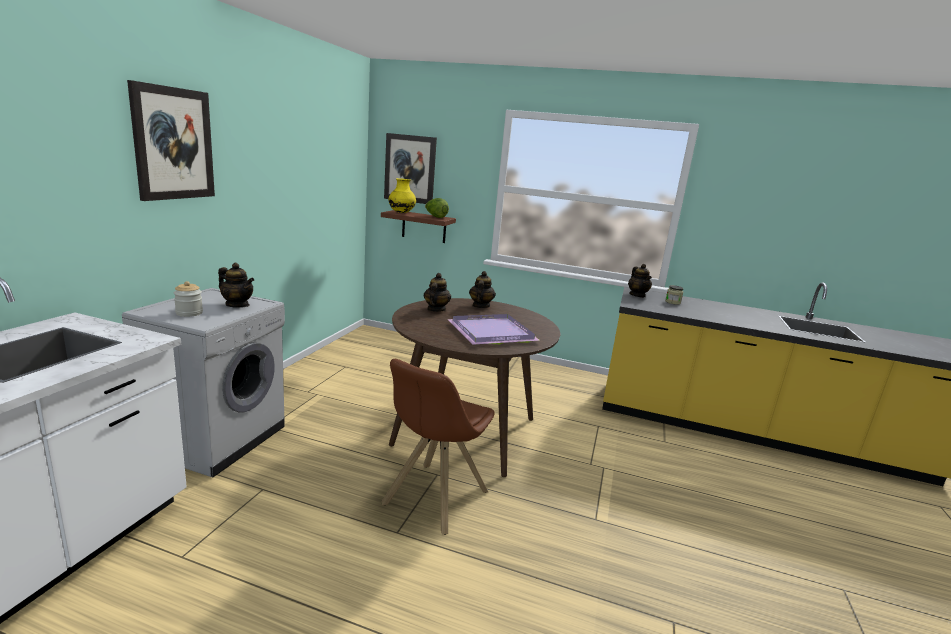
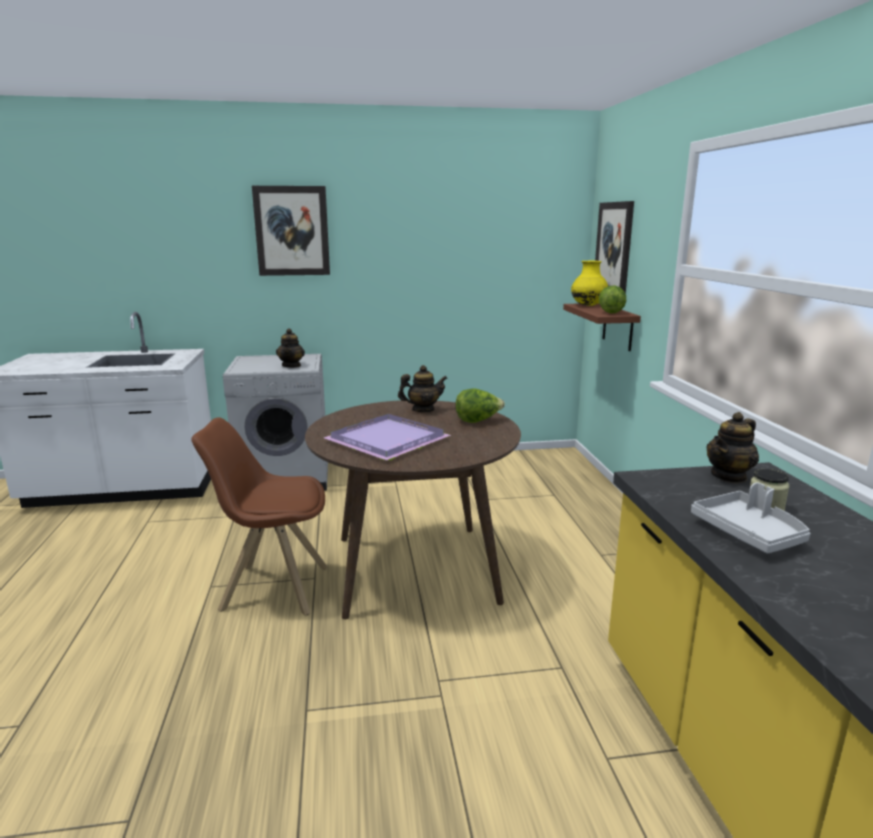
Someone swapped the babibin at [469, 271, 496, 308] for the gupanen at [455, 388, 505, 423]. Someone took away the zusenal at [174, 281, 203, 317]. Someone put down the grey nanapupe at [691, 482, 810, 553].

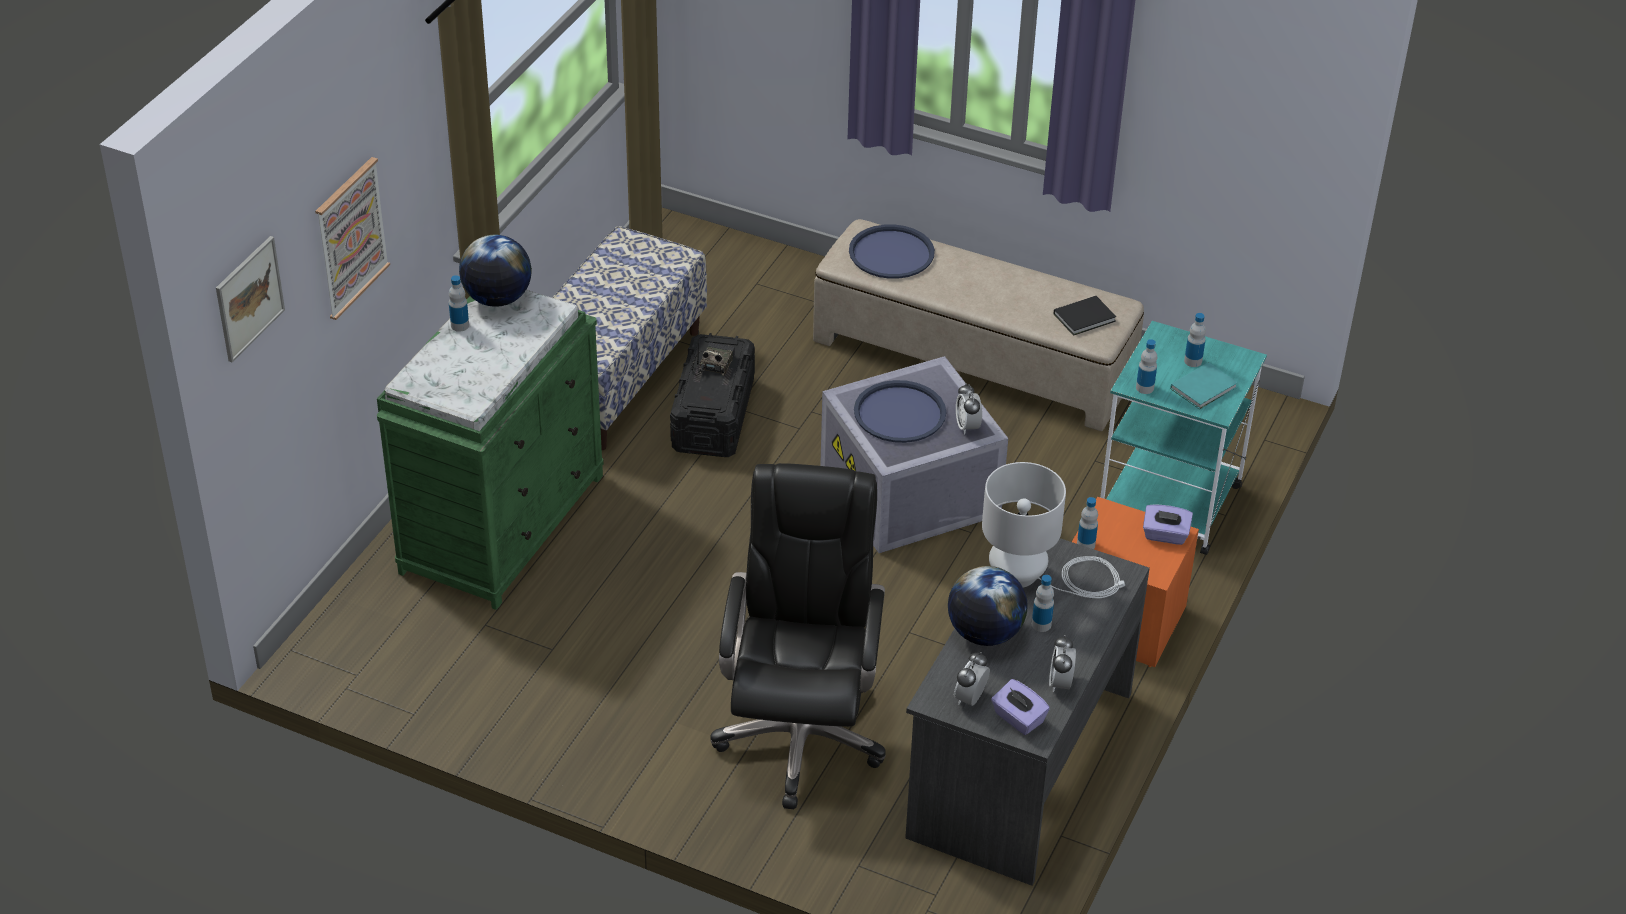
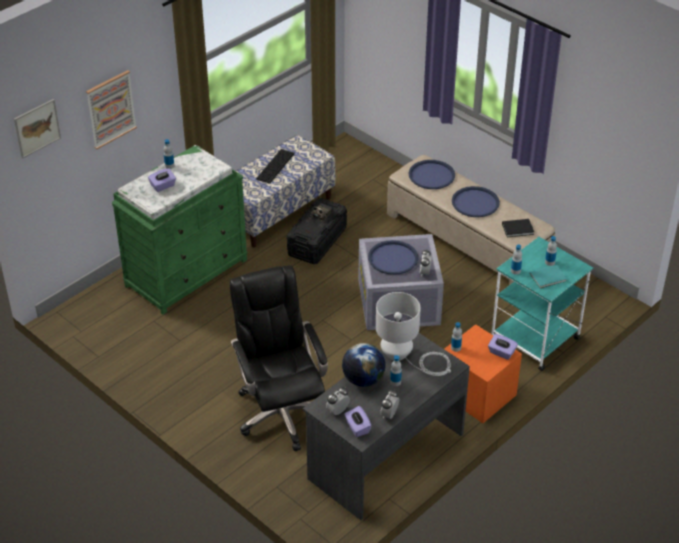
Someone took away the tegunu at [459, 235, 532, 307]. Someone rotated the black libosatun at [710, 463, 886, 809] by 45 degrees counterclockwise. Someone put down the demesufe at [256, 149, 295, 184]. Someone put down the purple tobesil at [148, 168, 176, 192]. Someone put down the blue nanapupe at [452, 186, 500, 217].

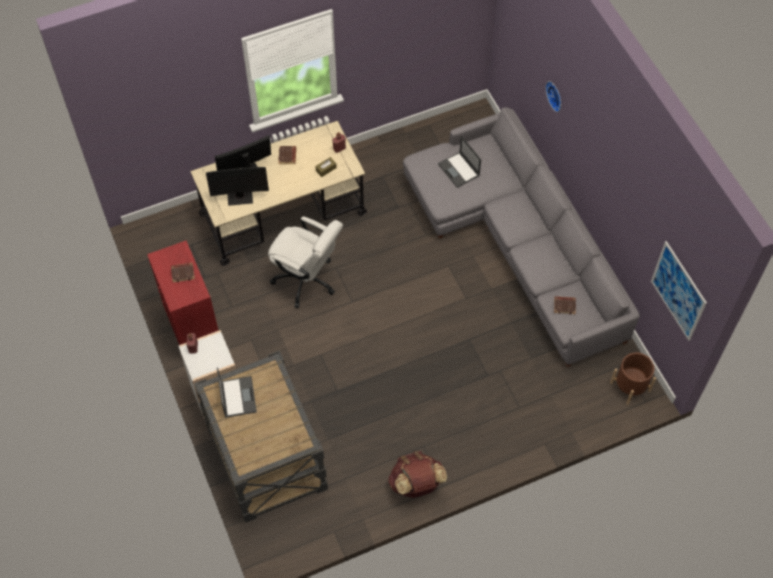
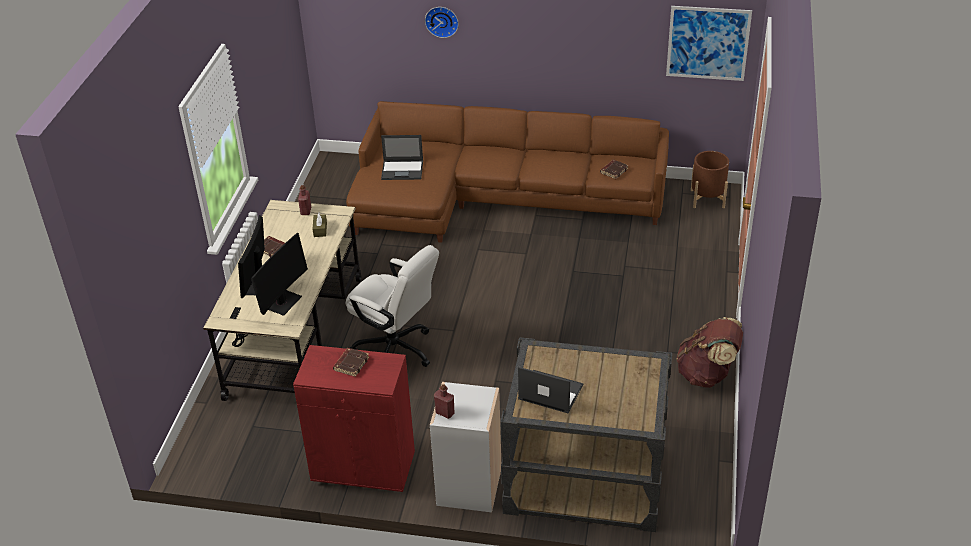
Someone repainted the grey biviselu at [403, 107, 640, 367], which became the brown biviselu at [346, 101, 669, 243]. Someone rotated the white libosatun at [268, 217, 343, 308] by 60 degrees clockwise.

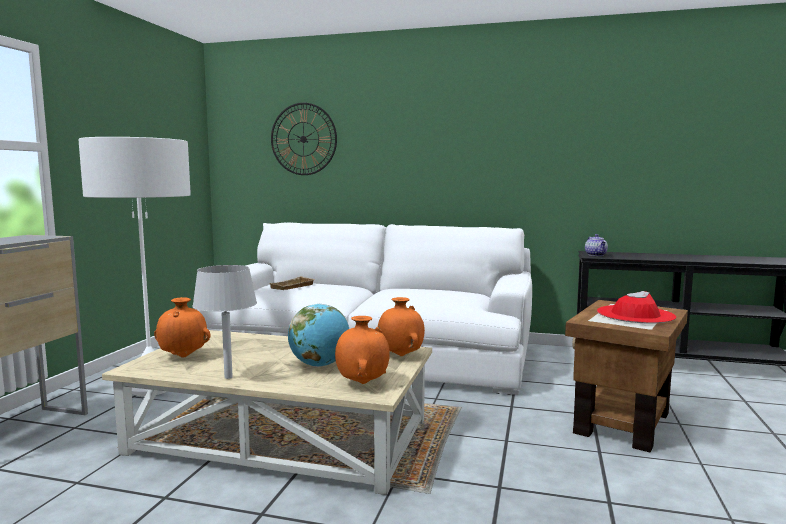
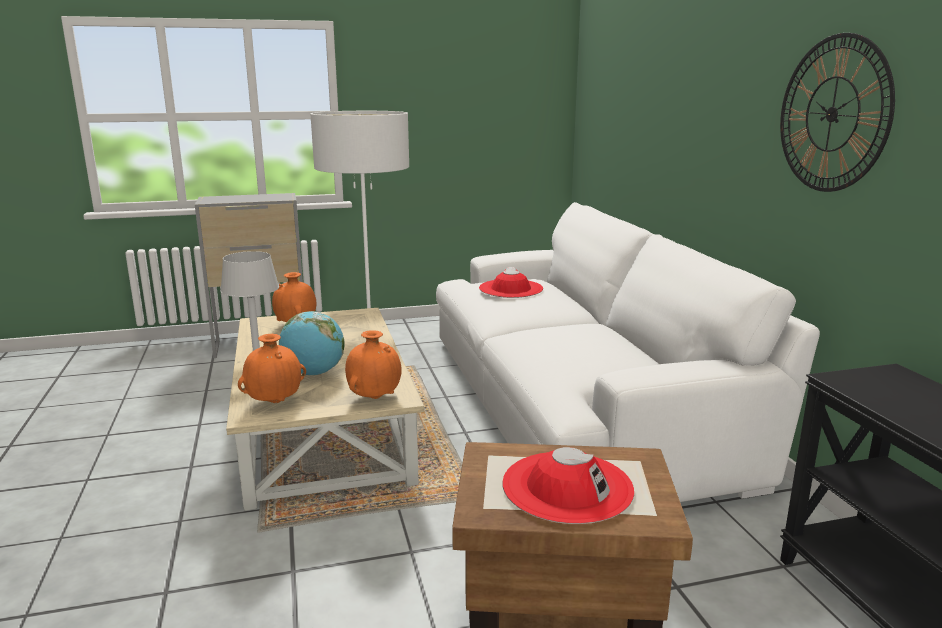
Someone carried the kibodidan from [271, 103, 337, 175] to [780, 33, 895, 192]. Someone took away the babibin at [585, 234, 608, 256]. Someone swapped the beige nanapupe at [270, 276, 315, 290] for the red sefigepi at [479, 267, 543, 298].

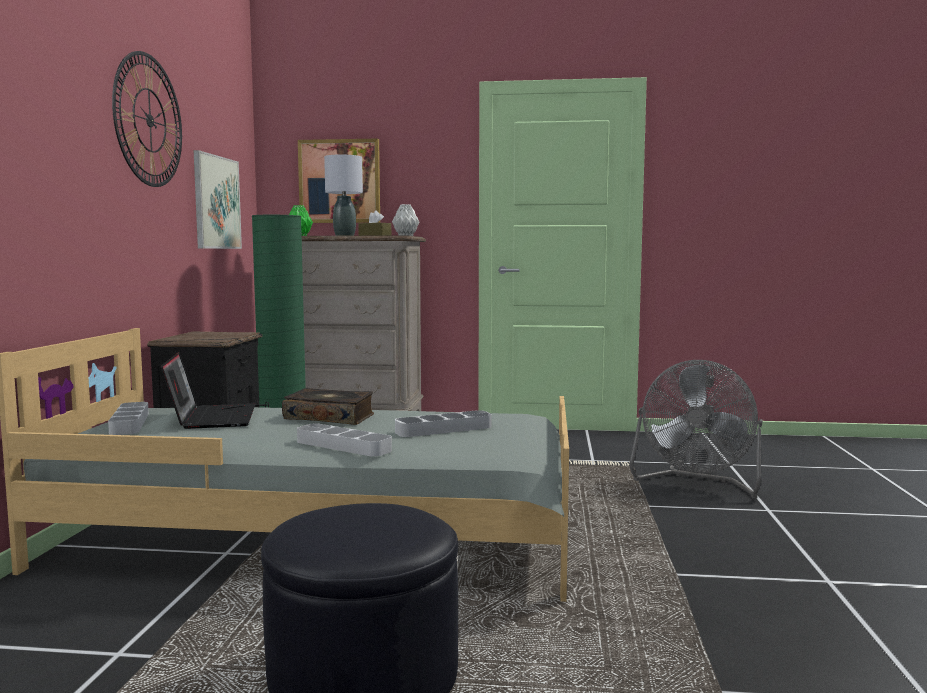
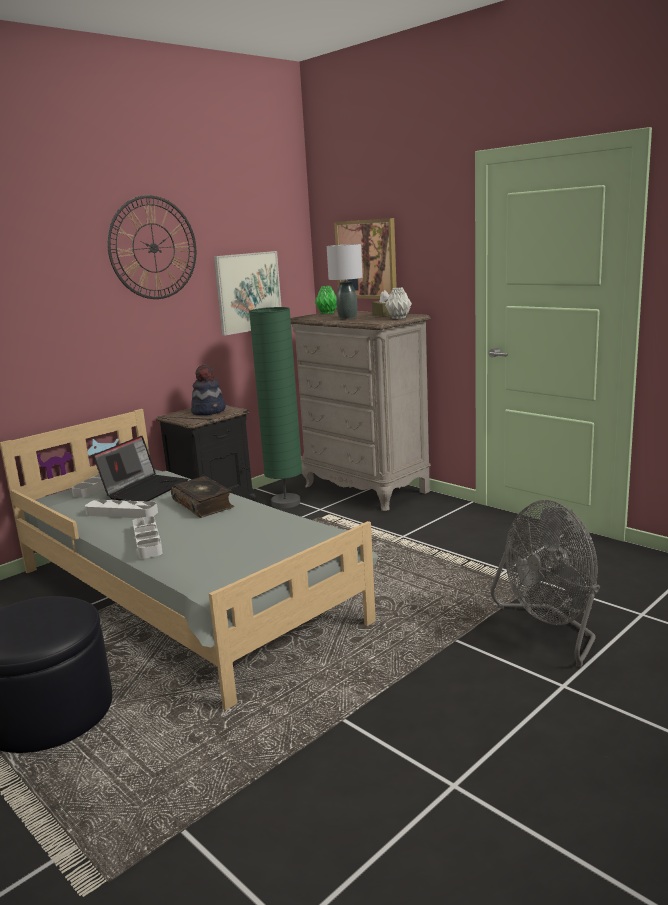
Someone carried the grey nanapupe from [395, 410, 491, 437] to [85, 500, 158, 518]. Someone put down the sefigepi at [191, 365, 226, 415].

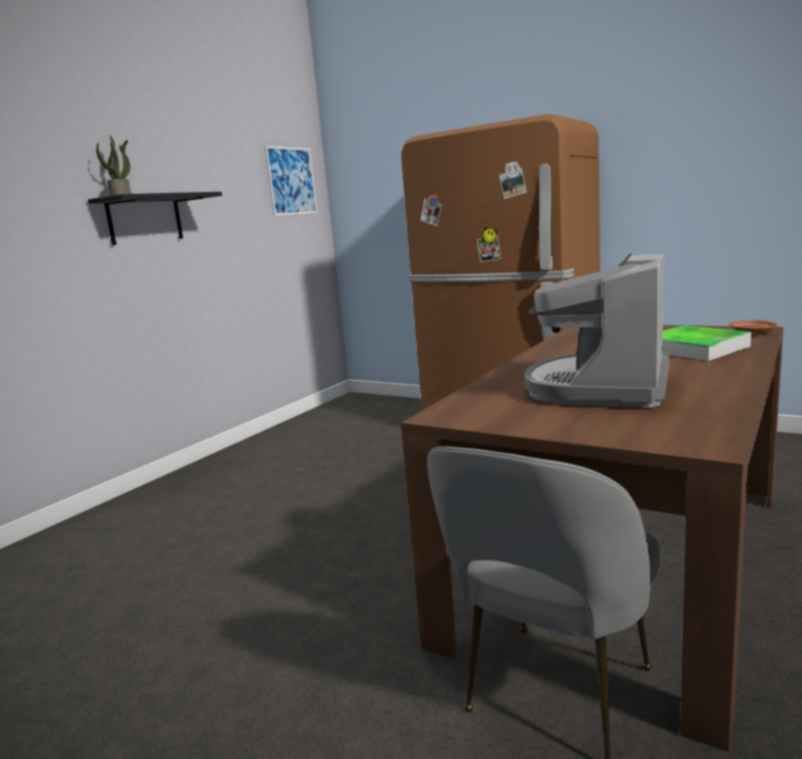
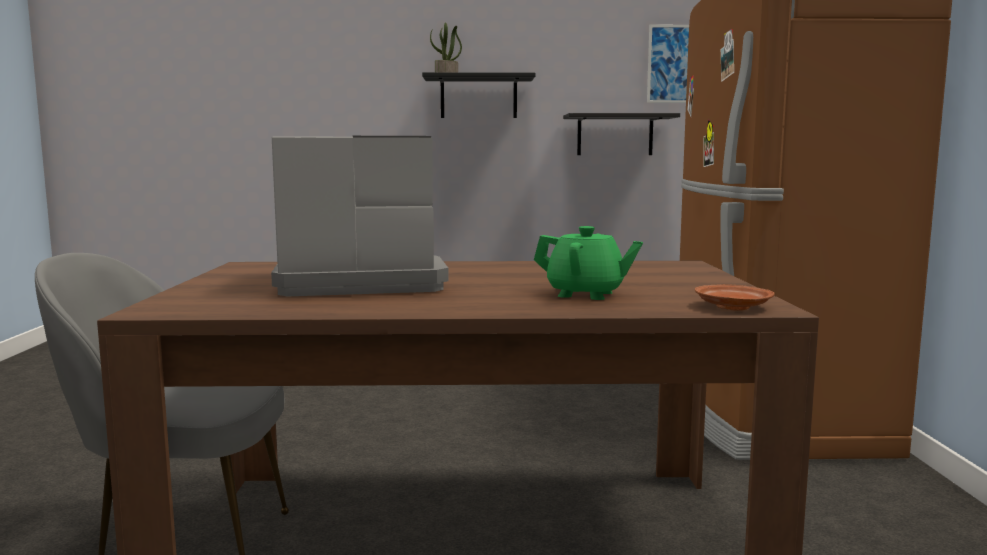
Someone swapped the nanapupe at [662, 325, 751, 361] for the green babibin at [534, 226, 643, 300]. Someone put up the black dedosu at [563, 113, 680, 155].

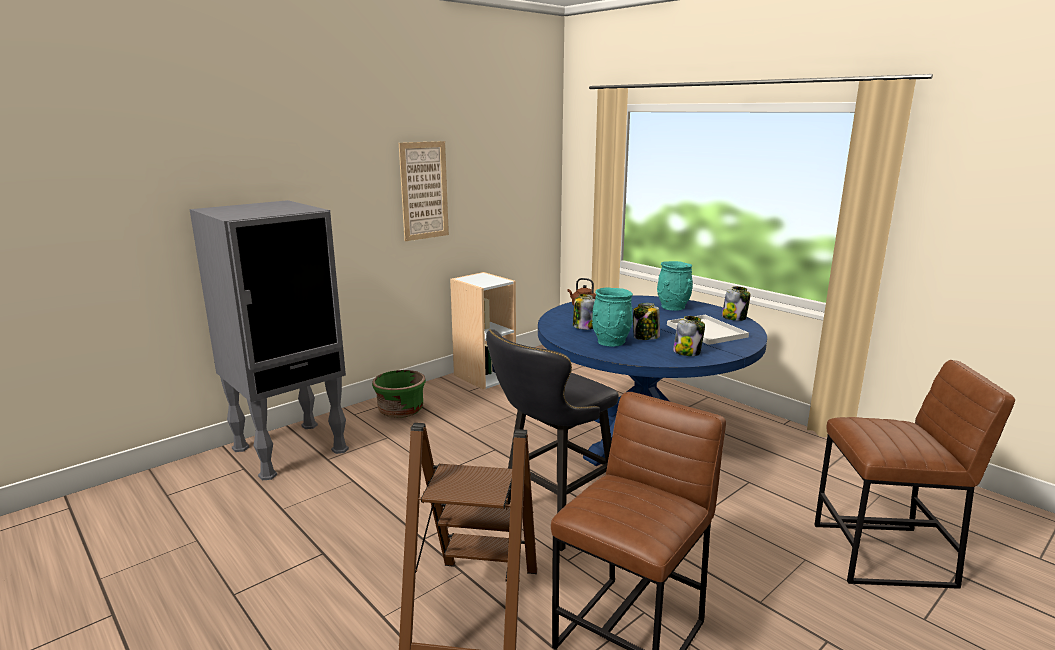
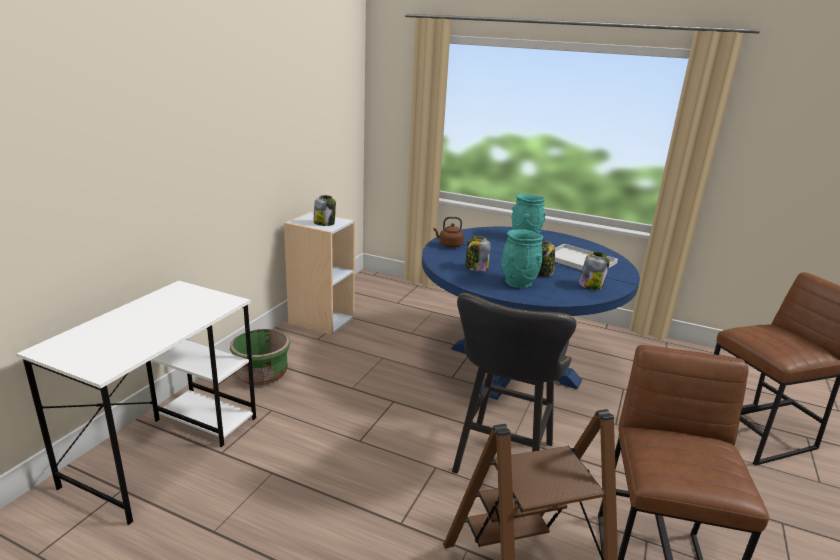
Someone took away the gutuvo at [399, 141, 449, 241]. Someone swapped the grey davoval at [190, 200, 349, 481] for the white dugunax at [16, 281, 256, 525]. Someone carried the zusenal from [722, 286, 751, 321] to [313, 195, 336, 226].

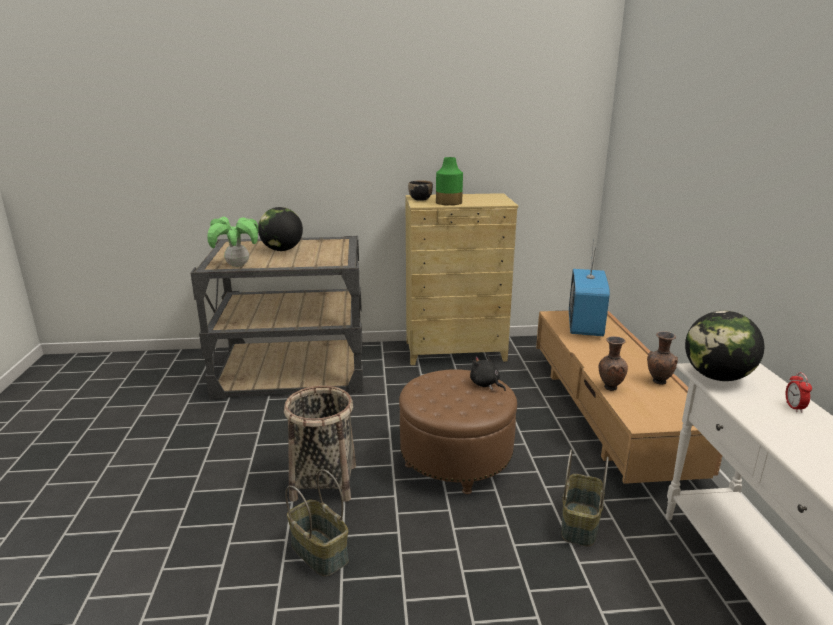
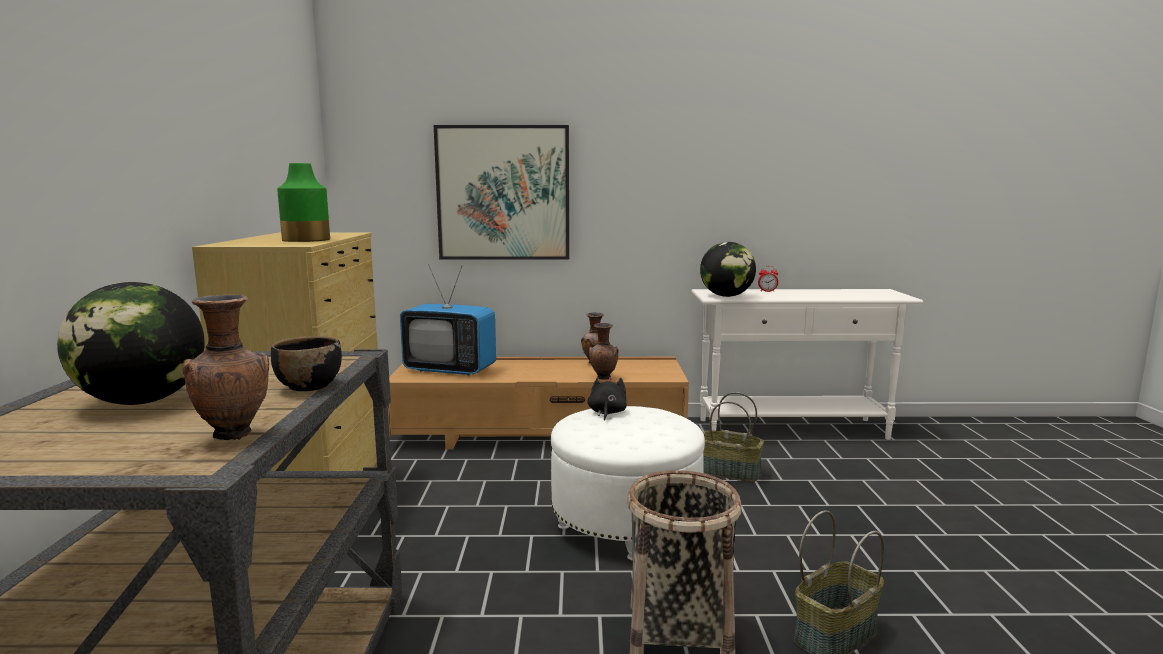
Someone carried the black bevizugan from [408, 181, 433, 201] to [271, 336, 342, 391]. Someone swapped the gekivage at [207, 217, 259, 267] for the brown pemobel at [183, 295, 269, 440]. Someone rotated the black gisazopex at [470, 354, 506, 391] by 135 degrees clockwise. Someone repainted the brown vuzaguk at [399, 369, 517, 494], which became the white vuzaguk at [551, 406, 705, 560]. Someone put up the gutuvo at [434, 125, 569, 259].

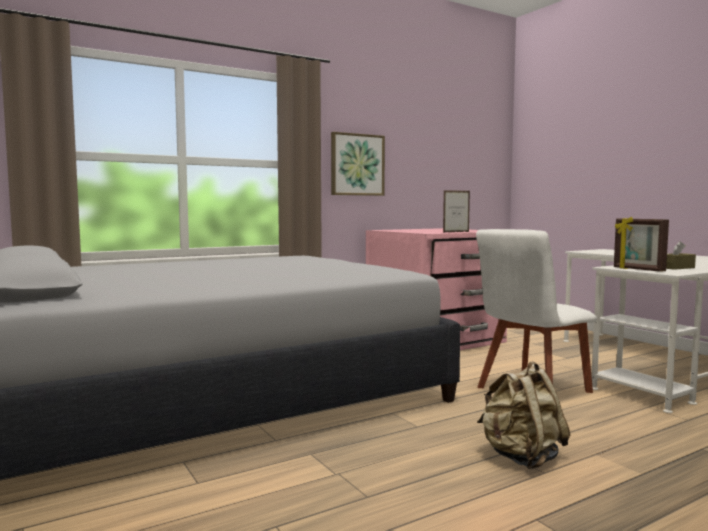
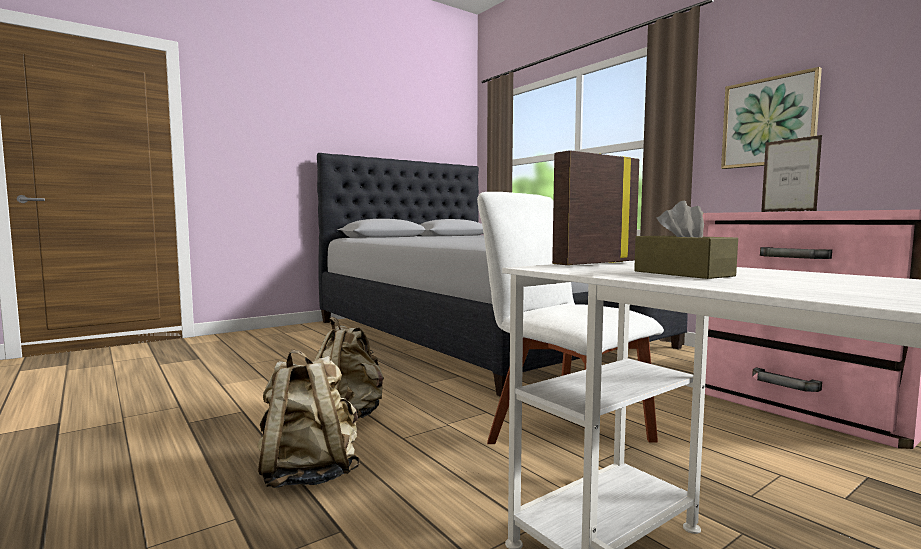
Someone put down the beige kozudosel at [257, 350, 360, 488].

